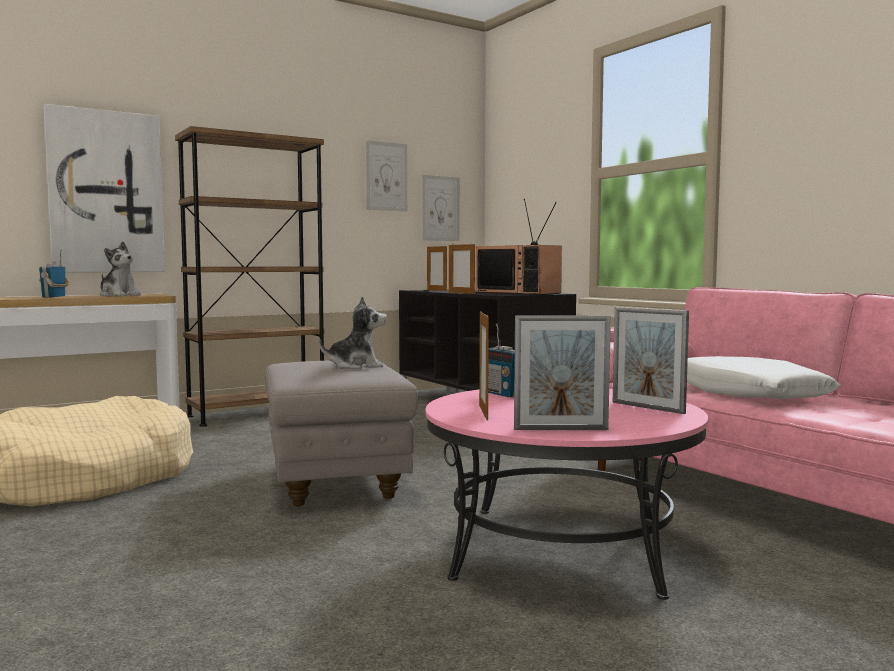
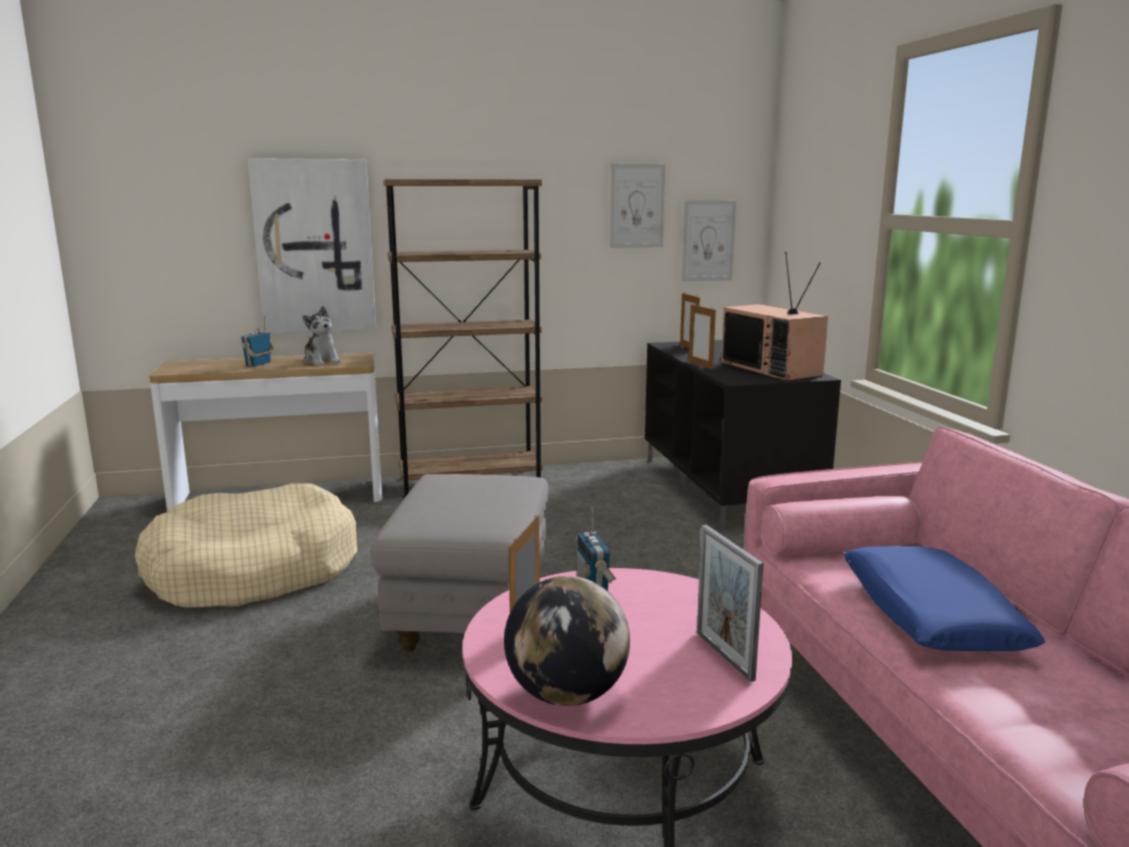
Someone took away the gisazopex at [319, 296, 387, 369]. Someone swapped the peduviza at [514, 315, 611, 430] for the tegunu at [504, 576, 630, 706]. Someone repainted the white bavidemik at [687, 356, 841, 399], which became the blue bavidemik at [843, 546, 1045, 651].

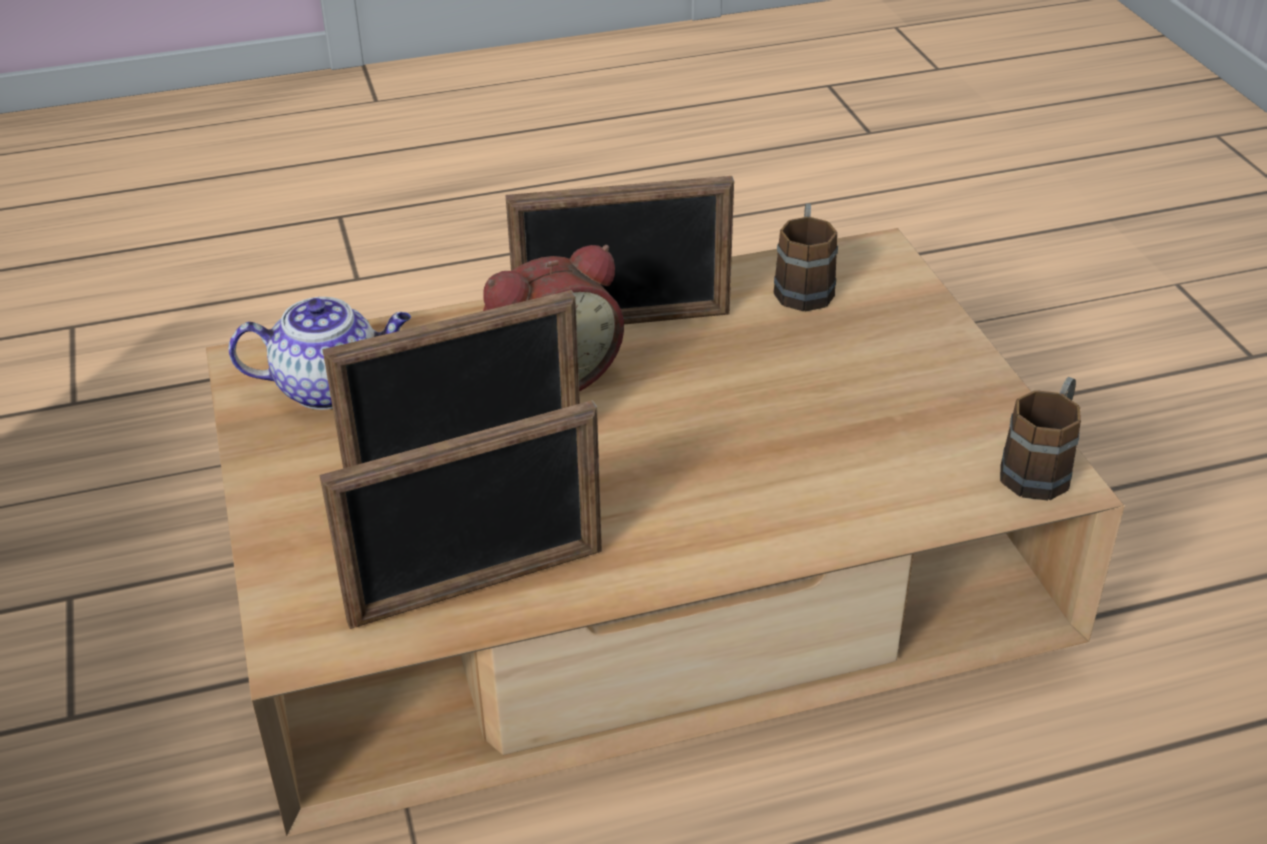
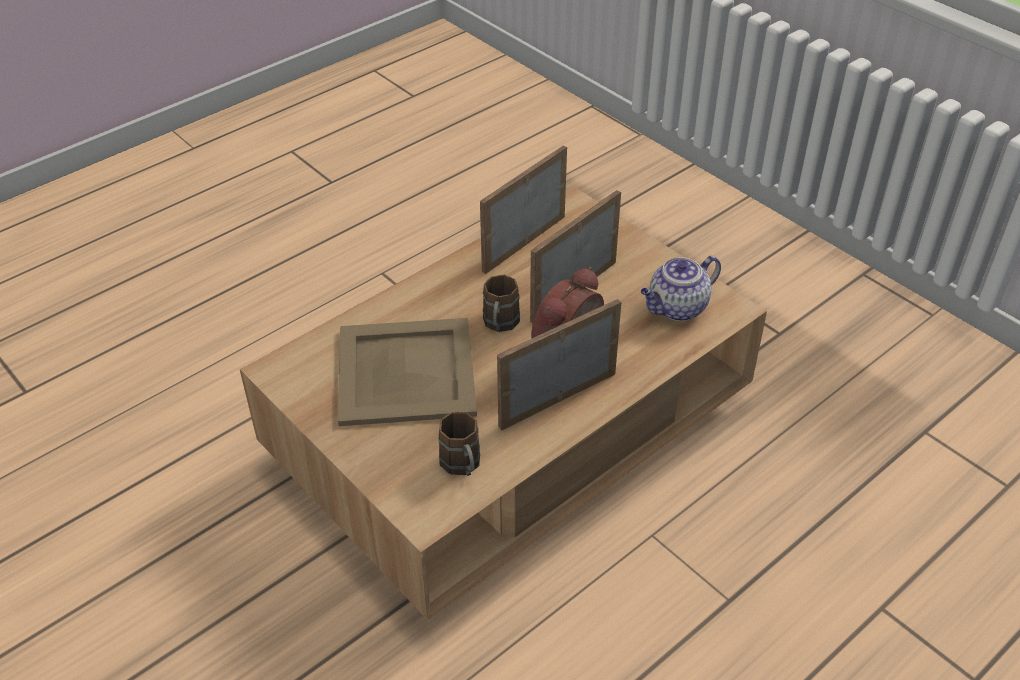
Someone carried the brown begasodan from [1000, 377, 1081, 501] to [483, 275, 520, 332]. Someone put down the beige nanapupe at [338, 318, 477, 426].

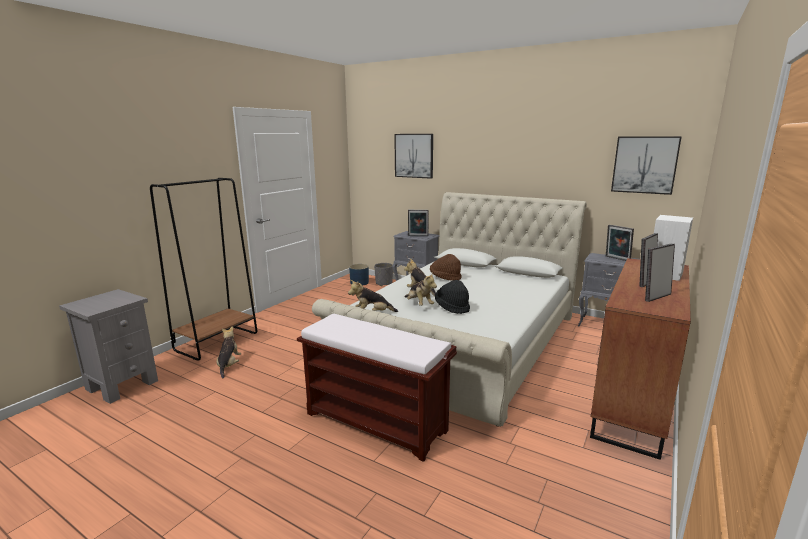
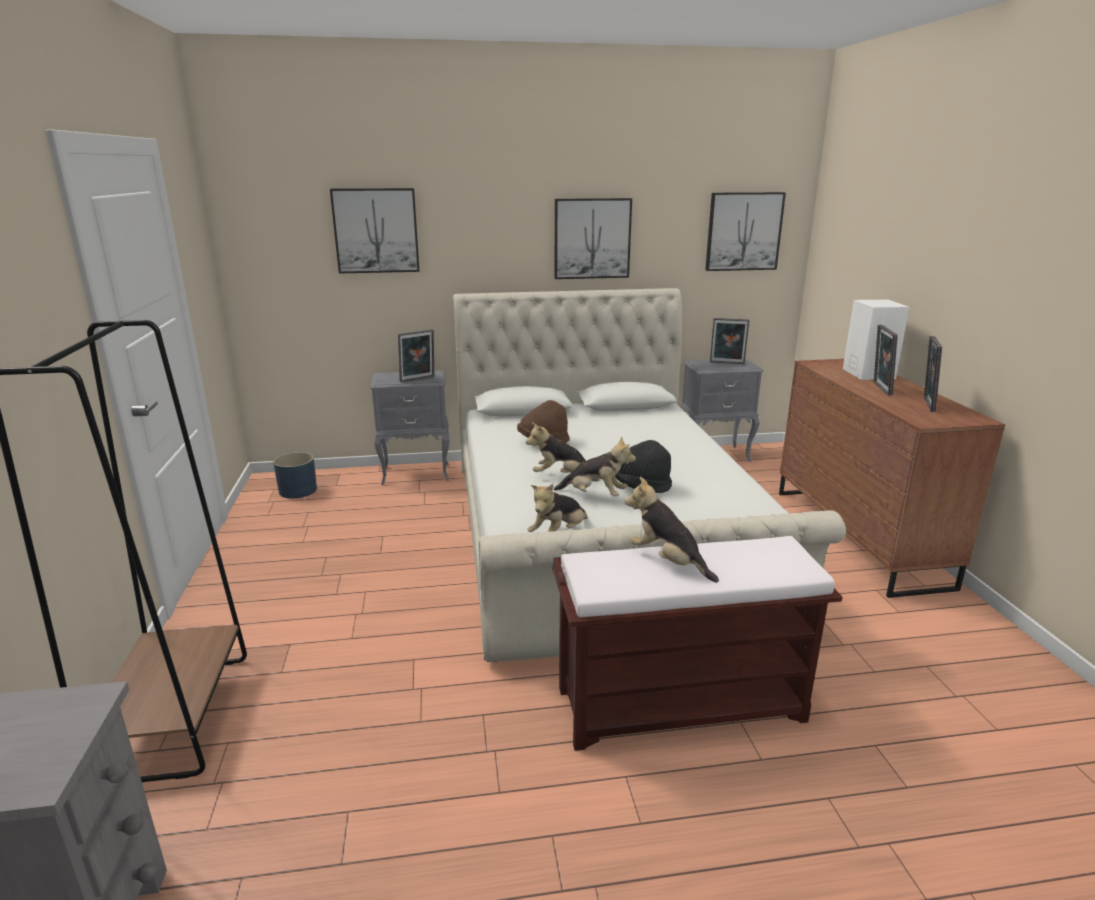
Someone took away the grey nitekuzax at [374, 263, 393, 286]. Someone carried the gisazopex from [216, 327, 241, 378] to [625, 477, 719, 583]. Someone put up the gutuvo at [555, 198, 632, 279].

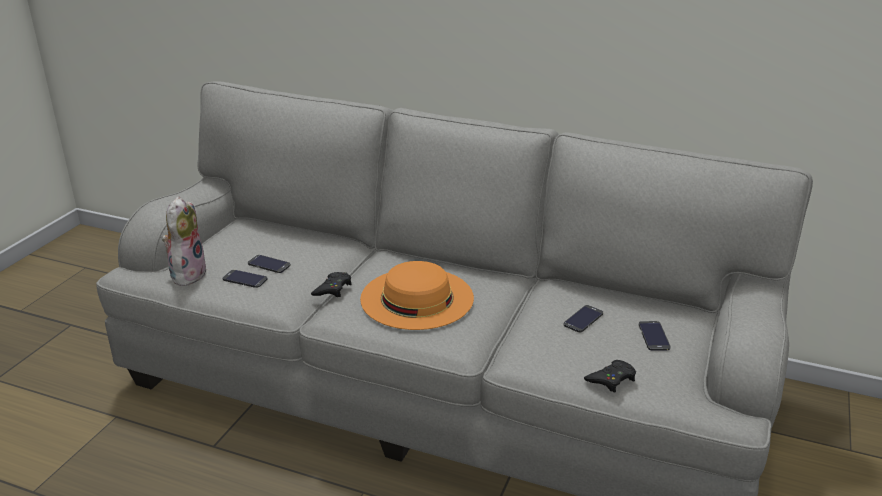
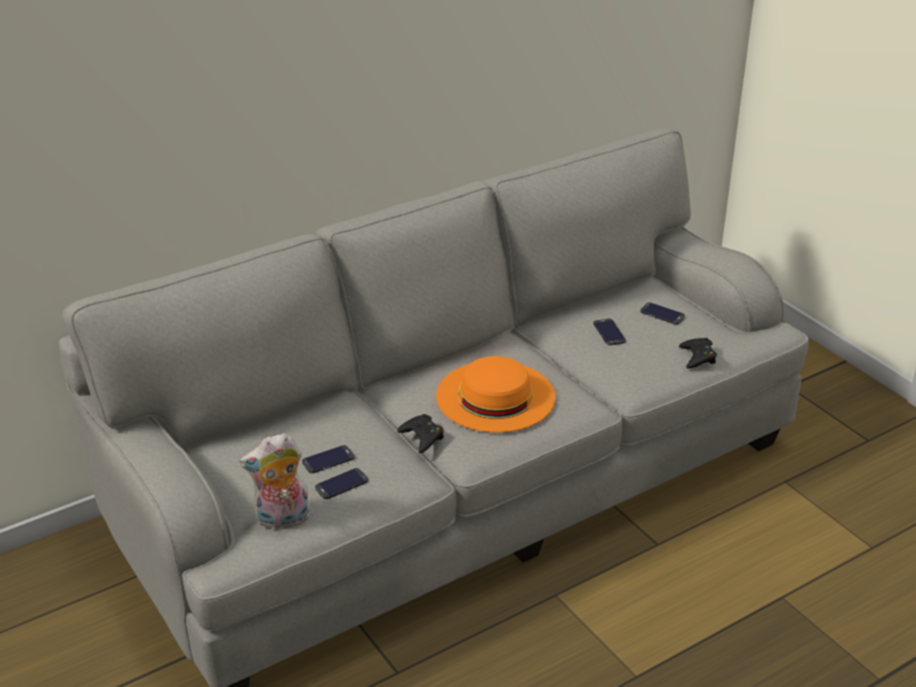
Someone rotated the gisazopex at [160, 196, 207, 286] by 60 degrees counterclockwise.

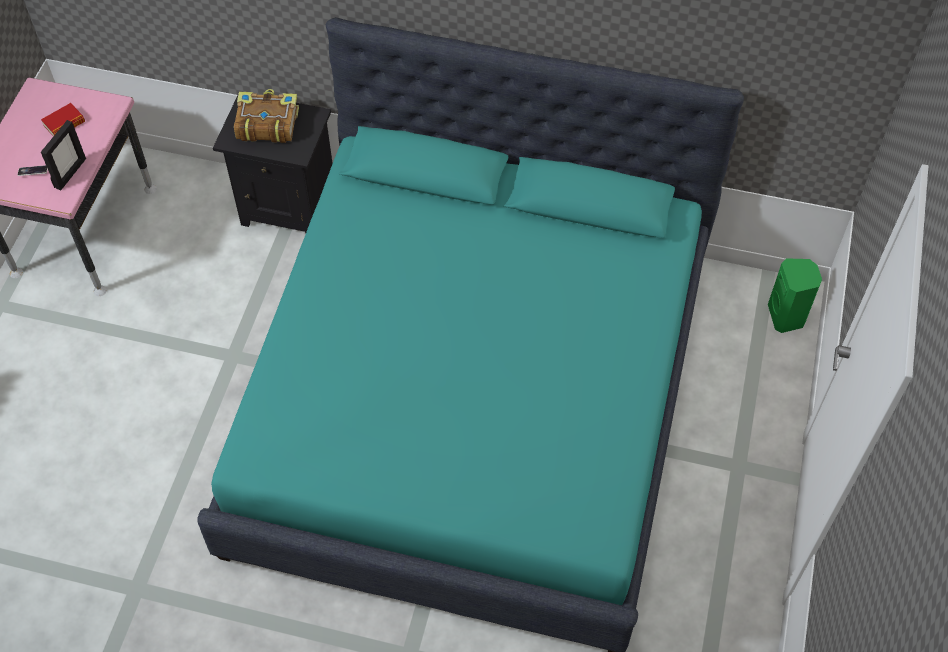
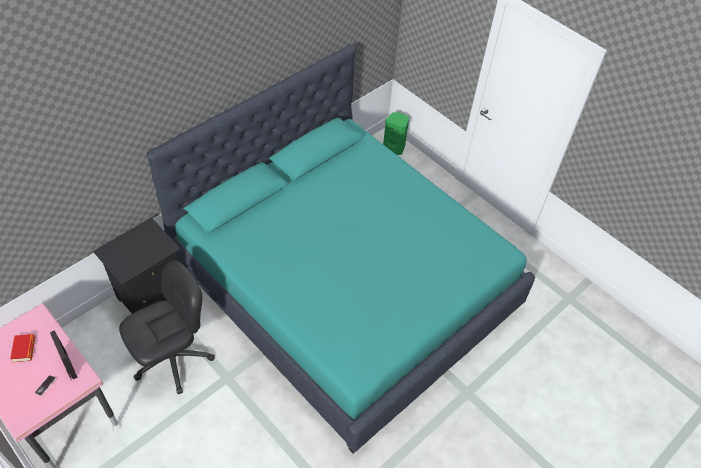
Someone took away the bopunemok at [234, 89, 299, 143]. Someone put down the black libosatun at [119, 260, 215, 394].

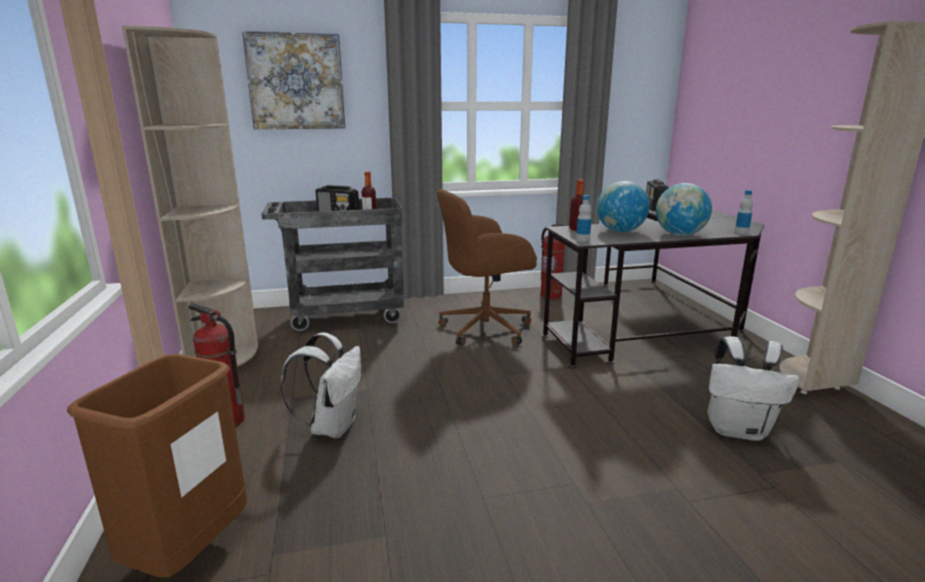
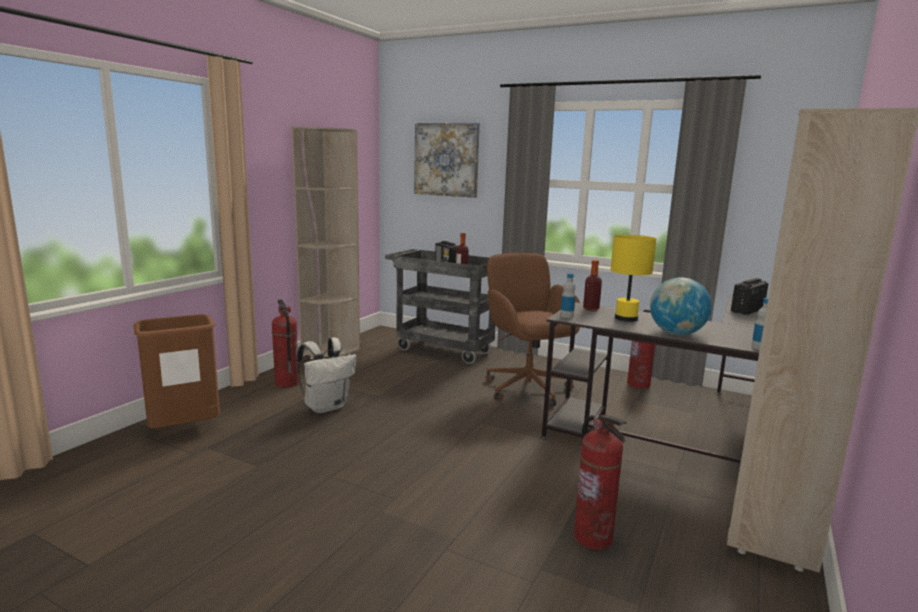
Someone swapped the tegunu at [597, 181, 650, 232] for the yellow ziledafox at [611, 235, 656, 322]. Someone rotated the brown libosatun at [437, 189, 537, 346] by 45 degrees clockwise. Someone swapped the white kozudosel at [707, 336, 799, 441] for the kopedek at [574, 414, 627, 550].

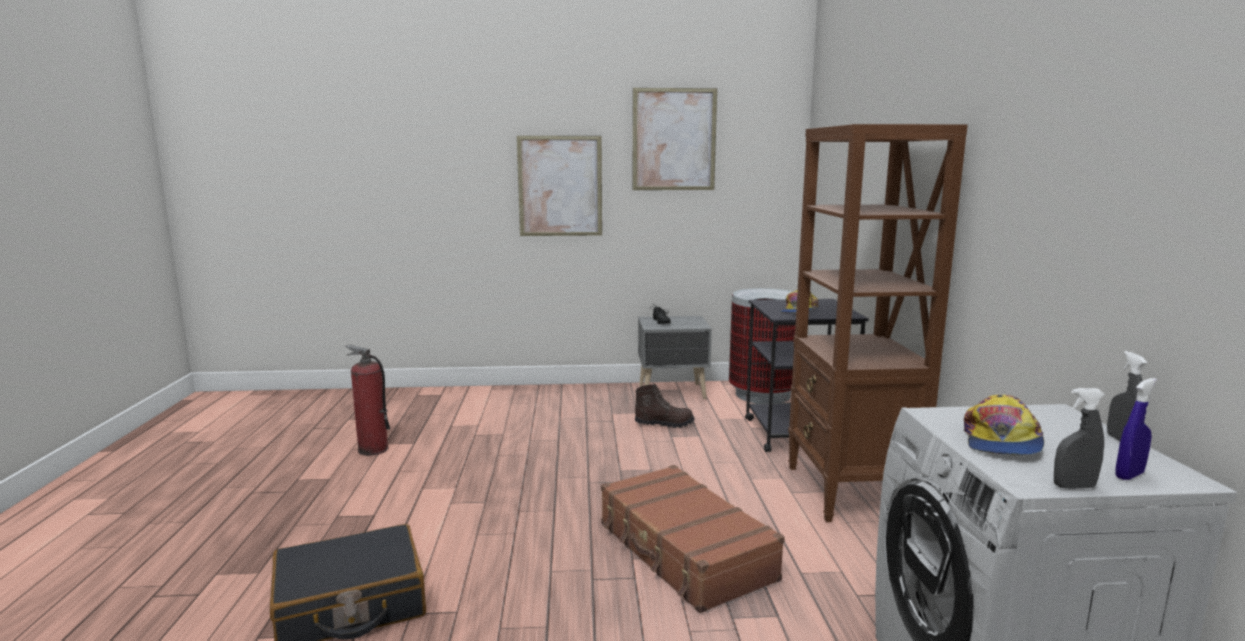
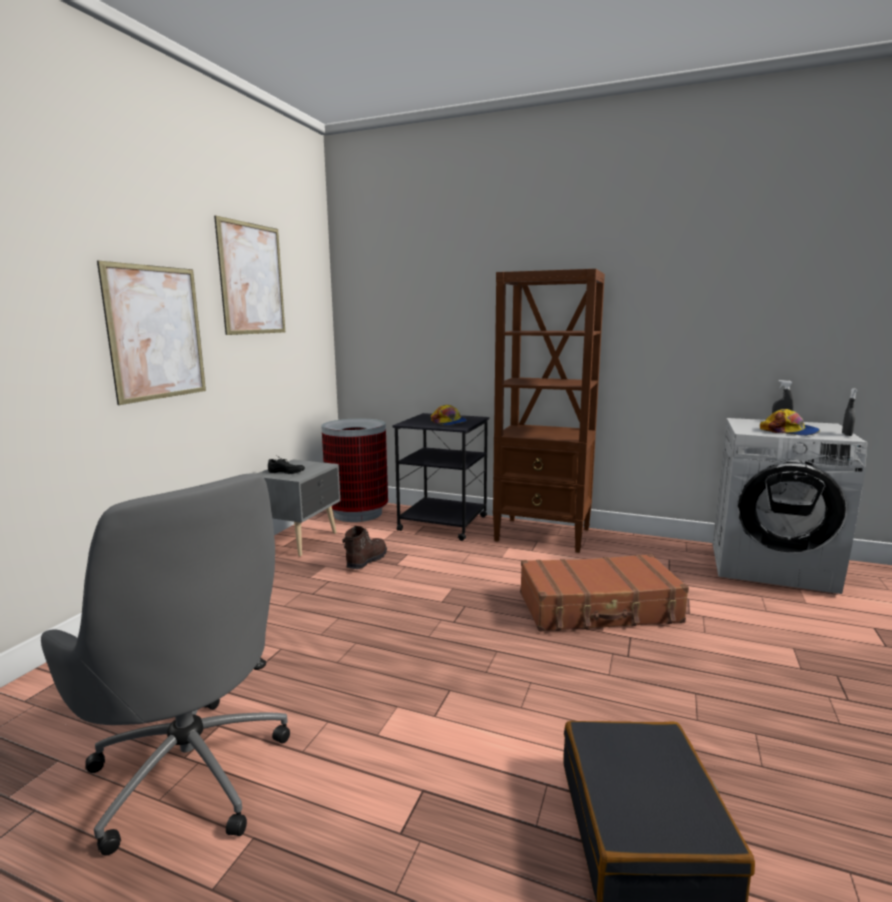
Someone swapped the kopedek at [345, 344, 390, 456] for the grey libosatun at [41, 473, 290, 855]. Someone took away the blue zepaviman at [1115, 378, 1157, 480].

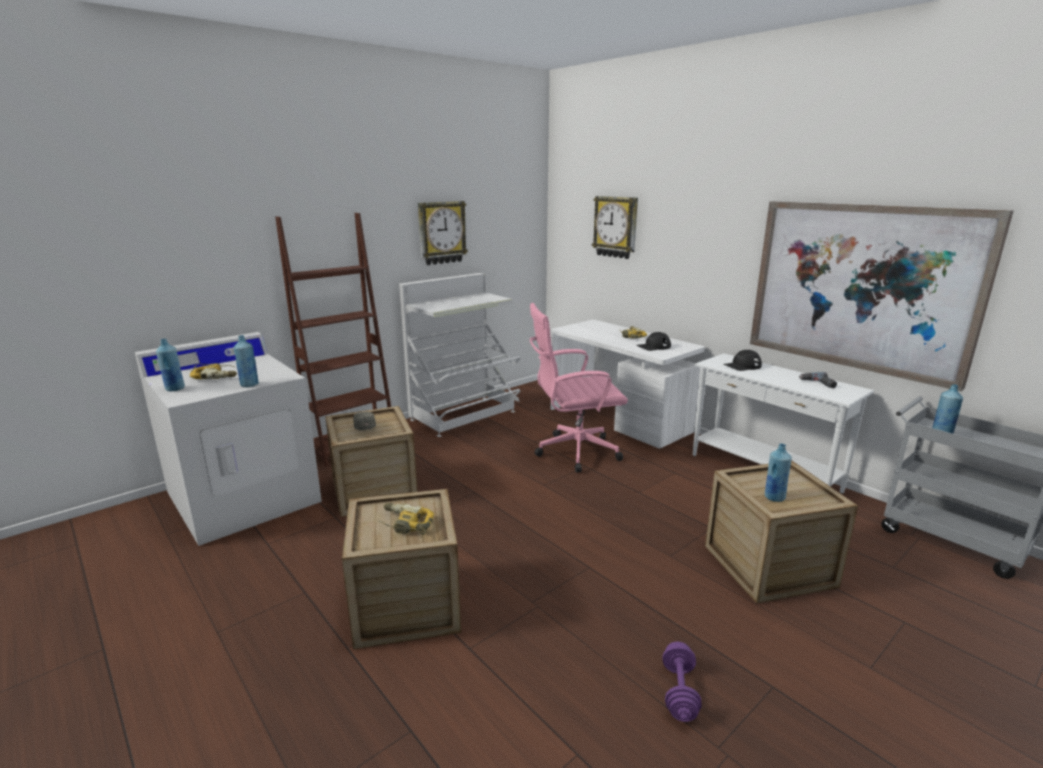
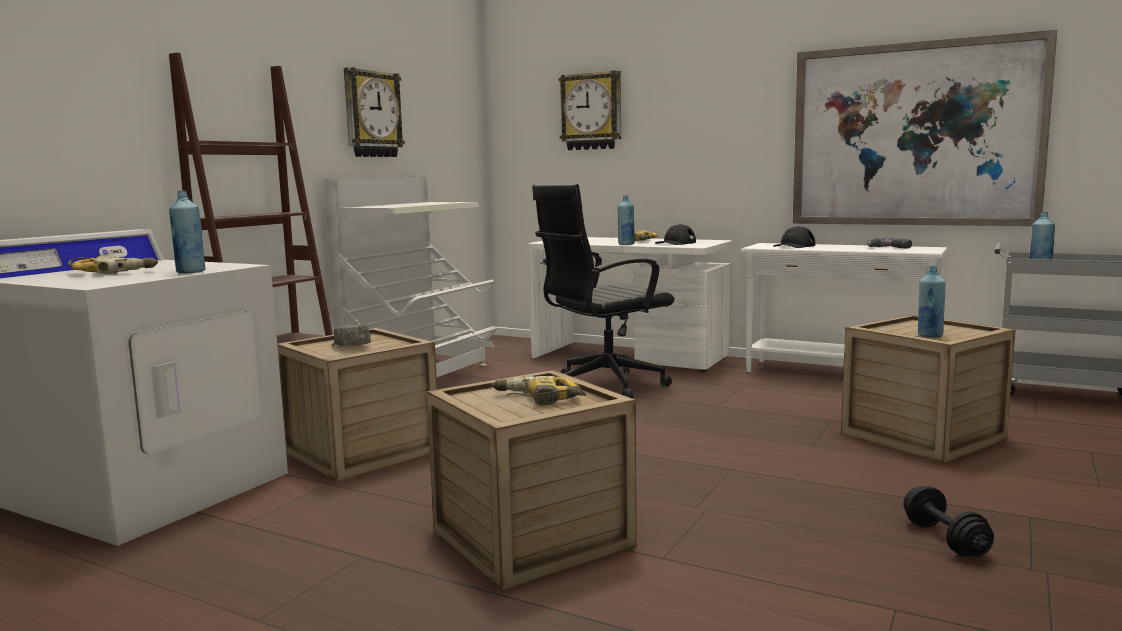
Someone repainted the pink libosatun at [530, 303, 628, 473], which became the black libosatun at [532, 184, 674, 399]. Someone carried the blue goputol from [156, 339, 185, 391] to [618, 195, 635, 245]. Someone repainted the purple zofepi at [663, 642, 701, 722], which became the black zofepi at [904, 486, 994, 557].

